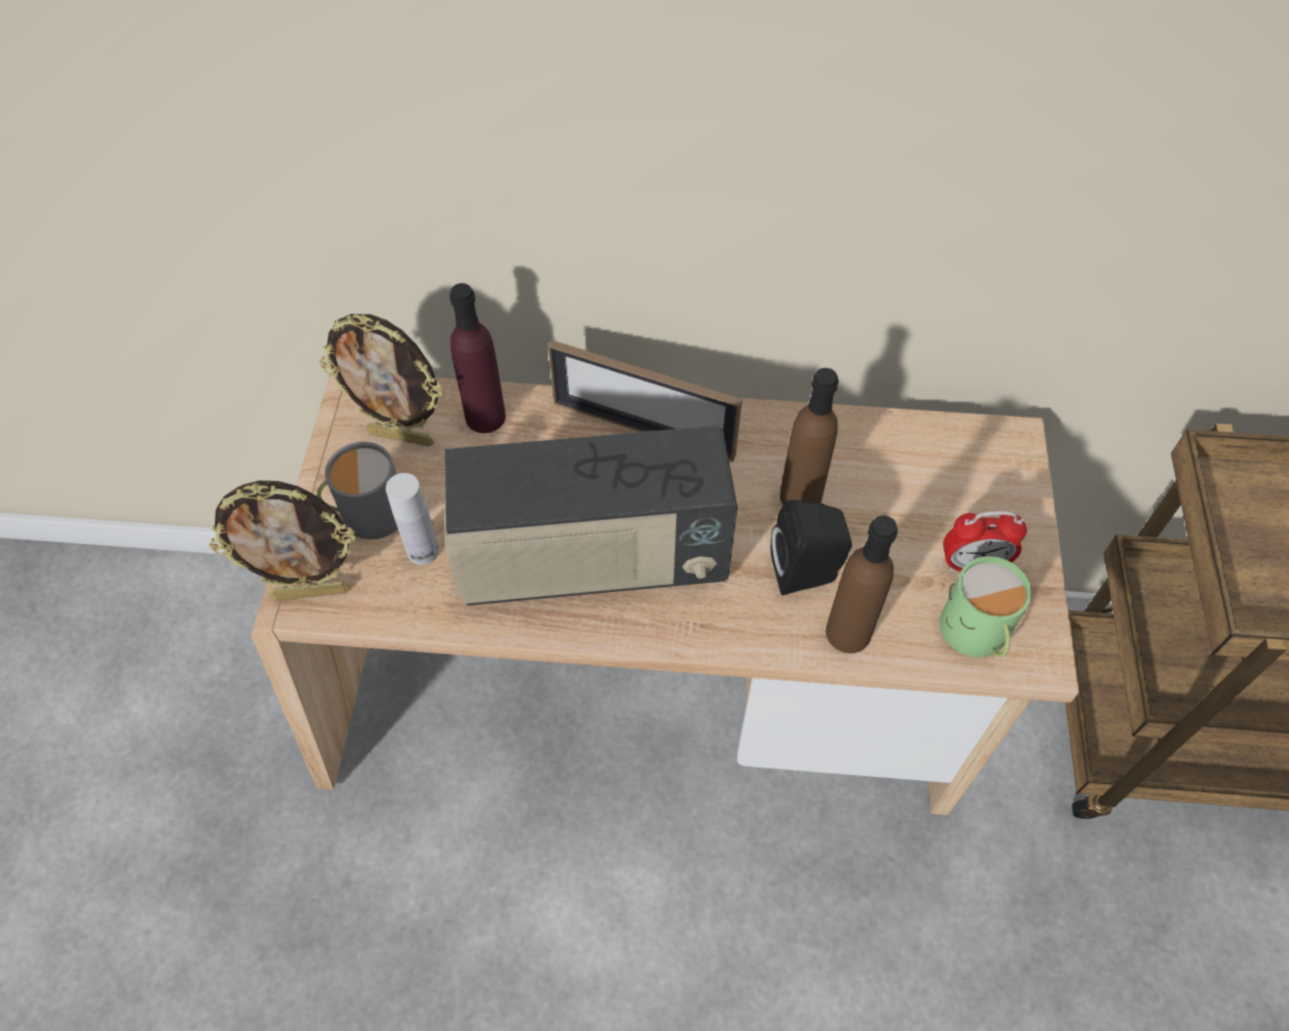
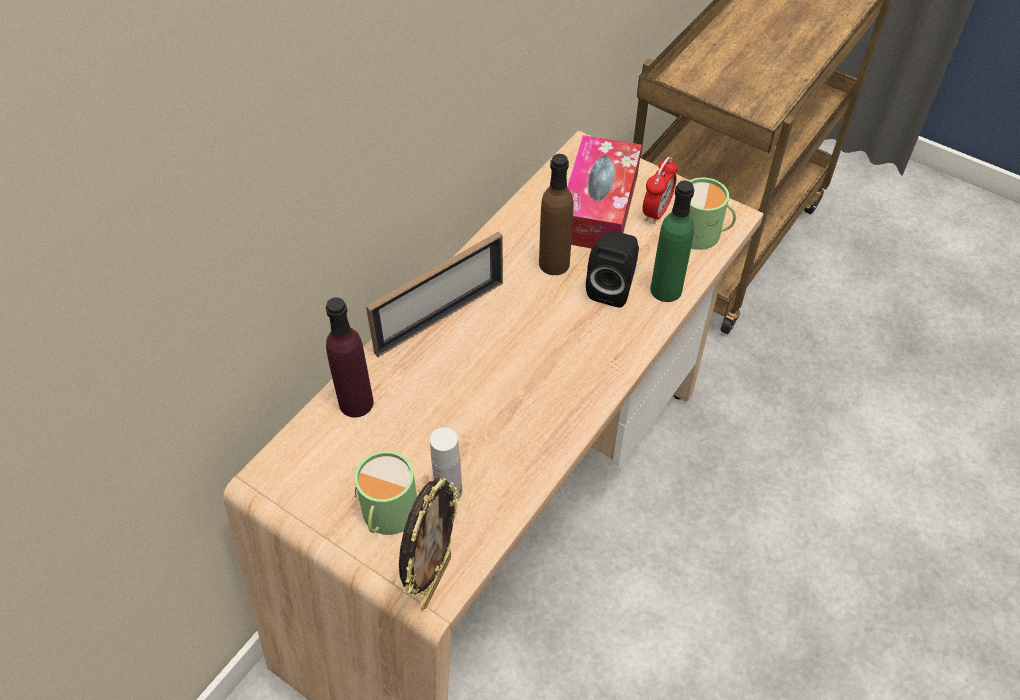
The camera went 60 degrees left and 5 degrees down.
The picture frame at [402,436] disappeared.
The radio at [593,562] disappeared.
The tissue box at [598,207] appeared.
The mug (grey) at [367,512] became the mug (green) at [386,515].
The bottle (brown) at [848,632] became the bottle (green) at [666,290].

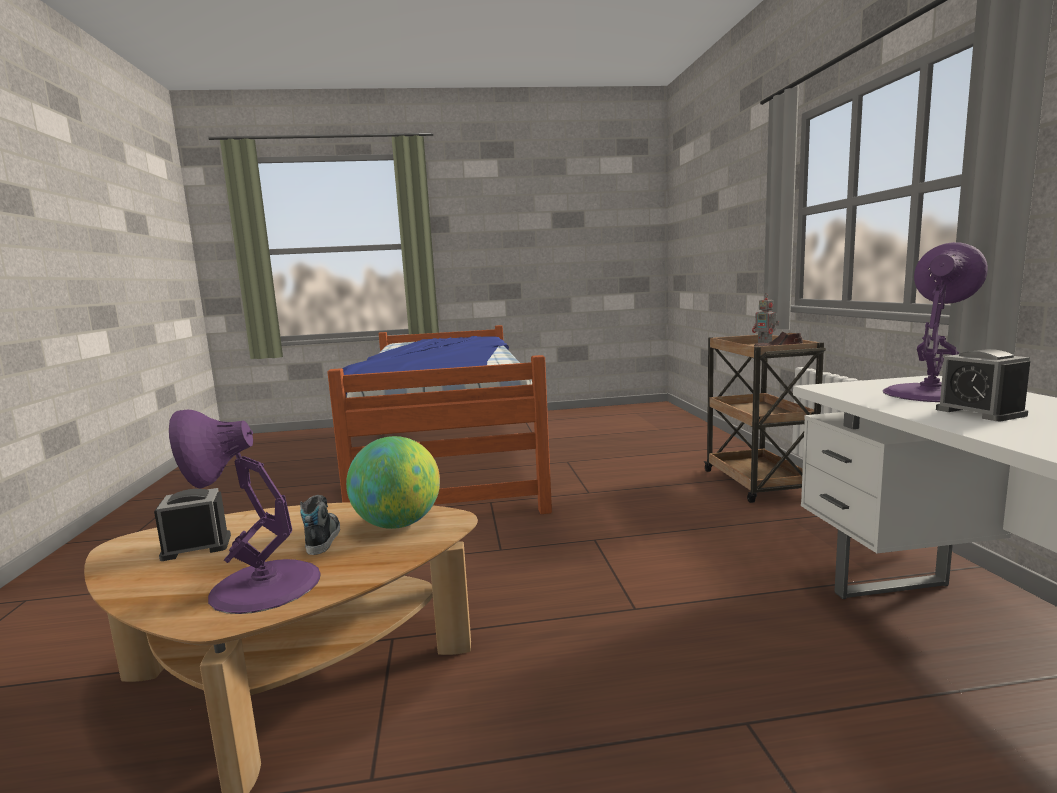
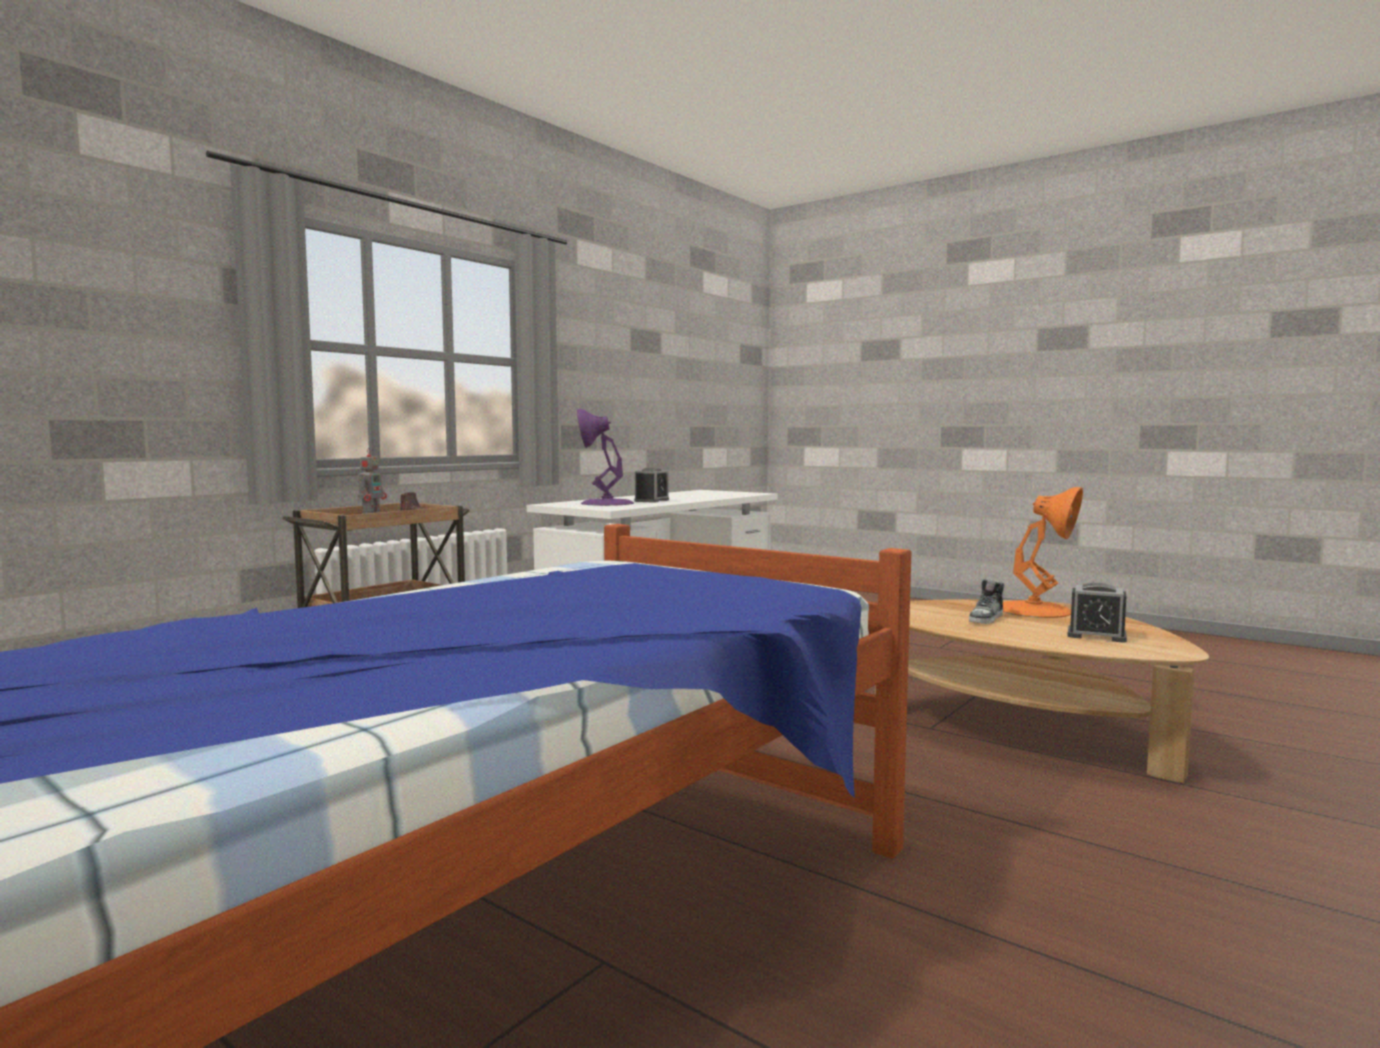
The camera went 135 degrees left and 5 degrees down.
The globe at [398,524] disappeared.
The table lamp (purple) at [263,586] became the table lamp (orange) at [1035,610].

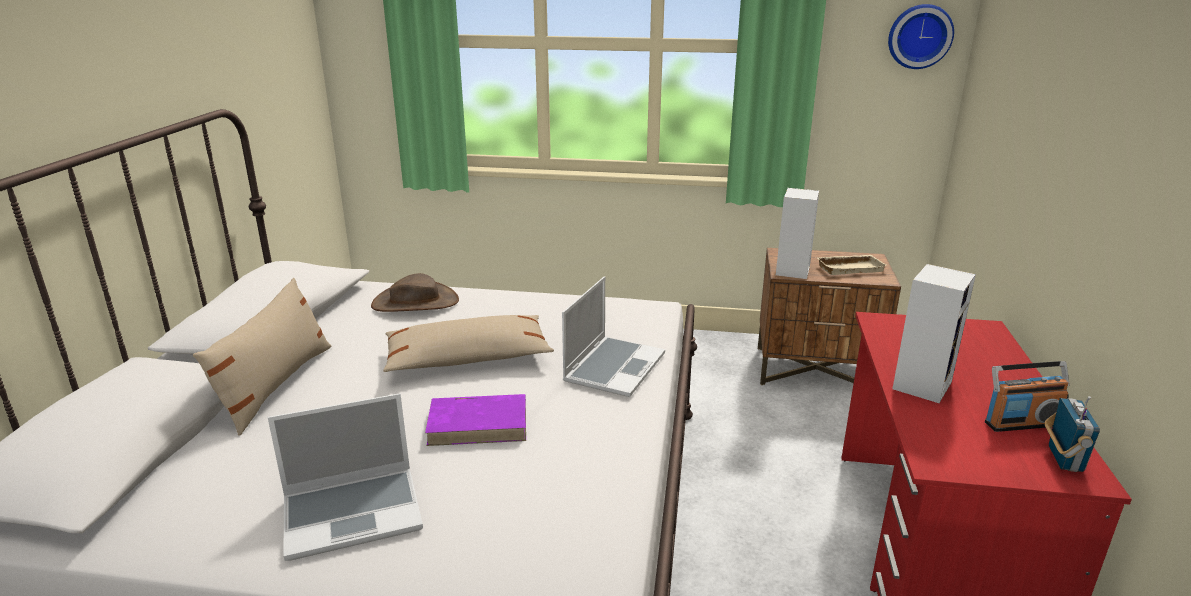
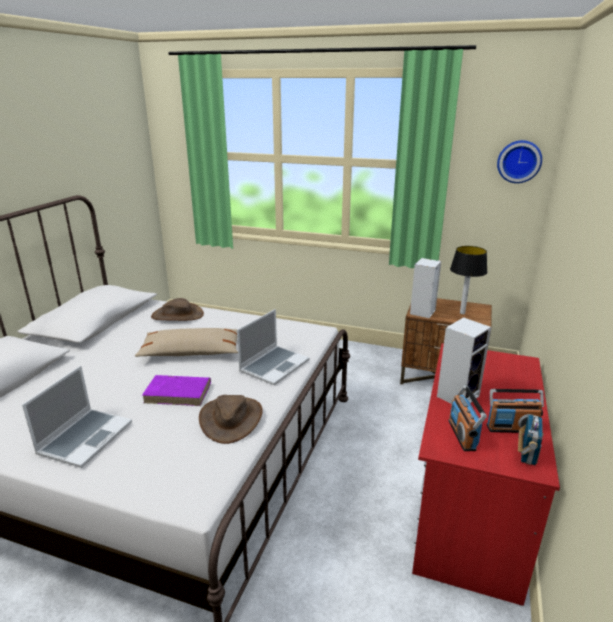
The camera went 10 degrees right and 0 degrees up.
The pillow (beige) at [276,385] disappeared.
The hat (brown) at [231,419] appeared.
The radio at [462,435] appeared.
The tray (beige) at [849,268] was replaced by the table lamp at [462,313].
The laptop at [354,513] turned 60 degrees counterclockwise.

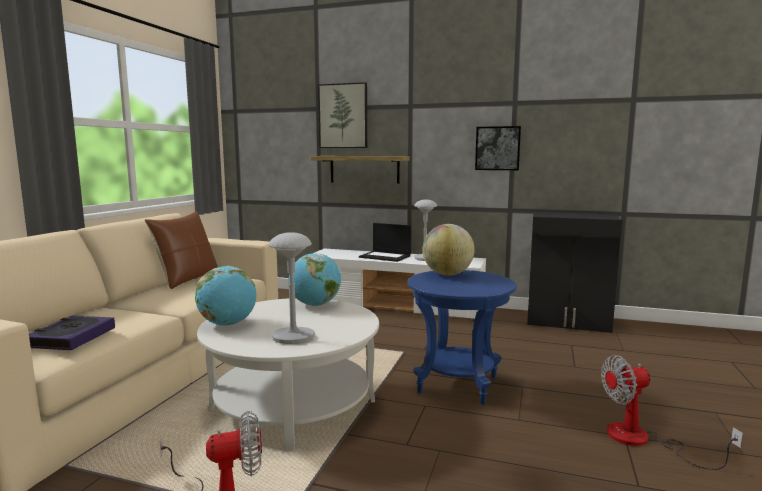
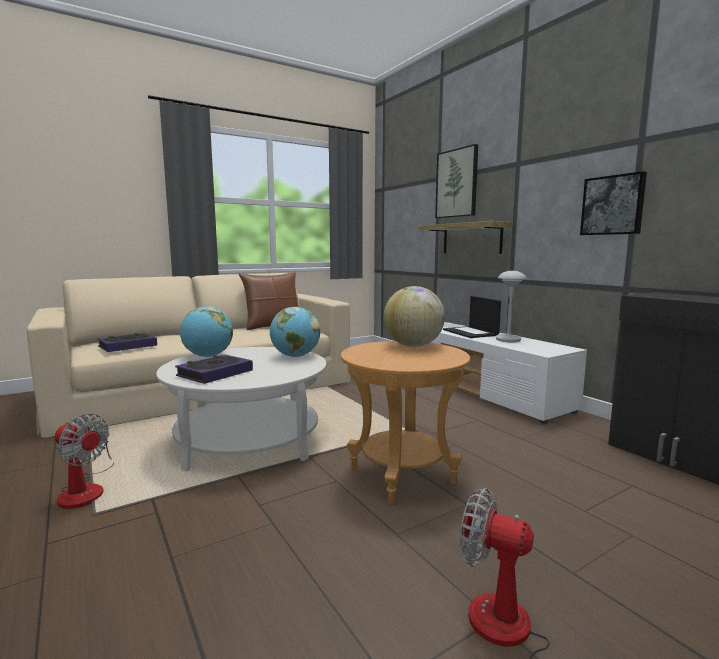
The camera went 40 degrees right and 0 degrees up.
The table lamp (grey) at [293,337] was replaced by the book at [215,373].
The side table (blue) at [458,384] became the side table (brown) at [402,475].

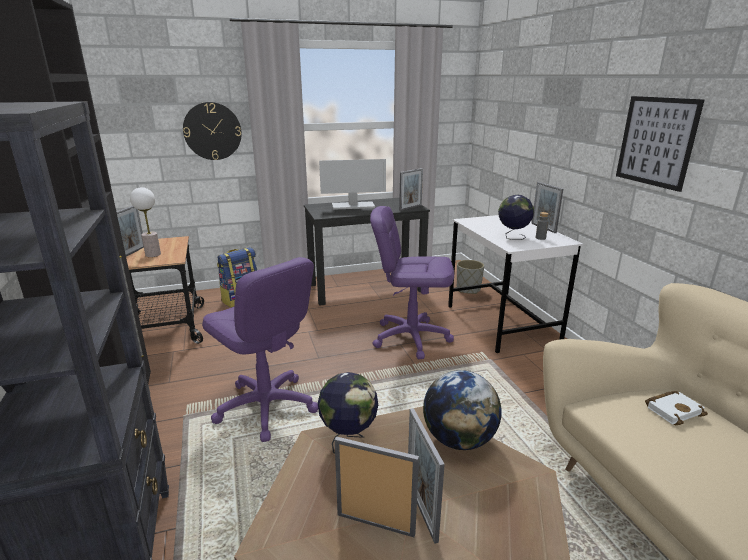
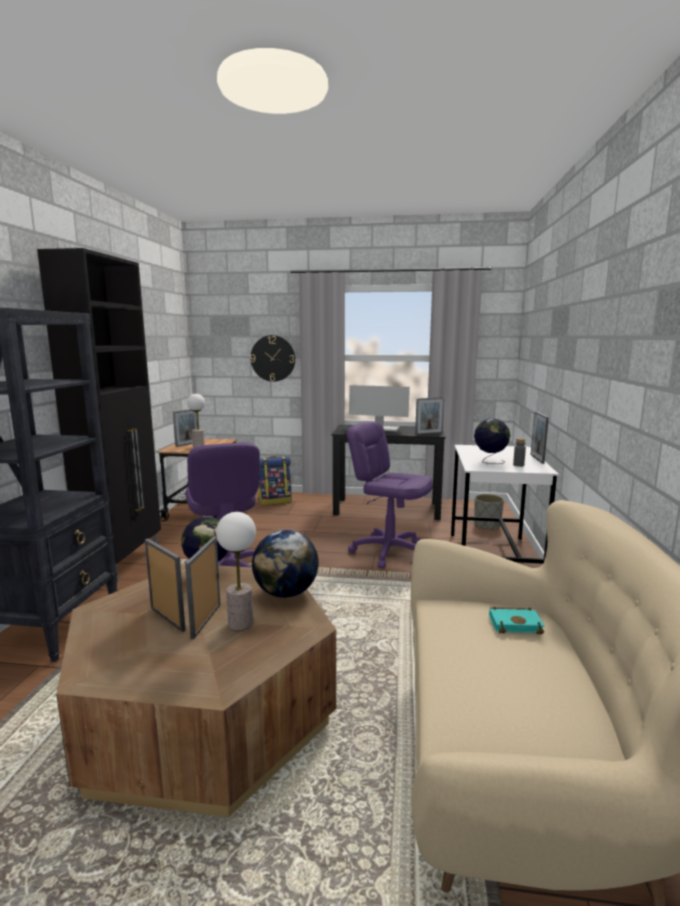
The camera went 25 degrees right and 10 degrees down.
The picture at [656,141] disappeared.
The table lamp at [240,623] appeared.
The book (white) at [673,409] became the book (turquoise) at [516,623].

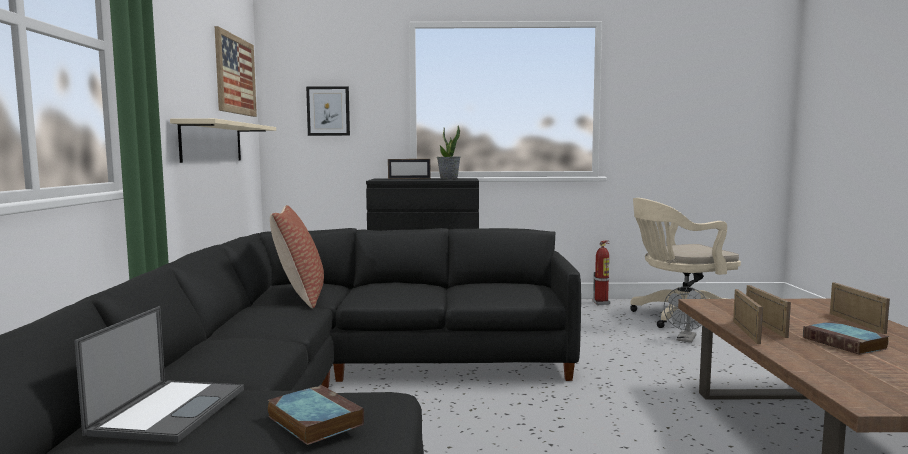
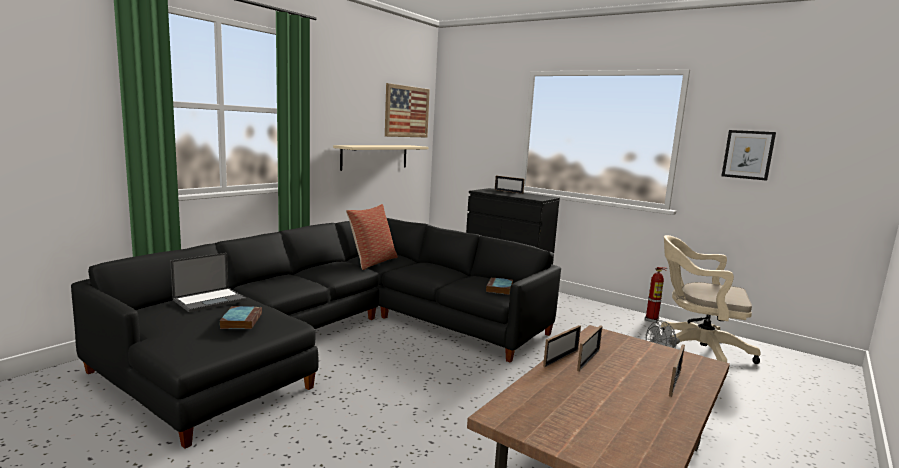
The camera went 35 degrees right and 5 degrees up.
The potted plant at [448,178] disappeared.
The picture moved from [328,111] to [748,154].
The book moved from [846,343] to [499,289].

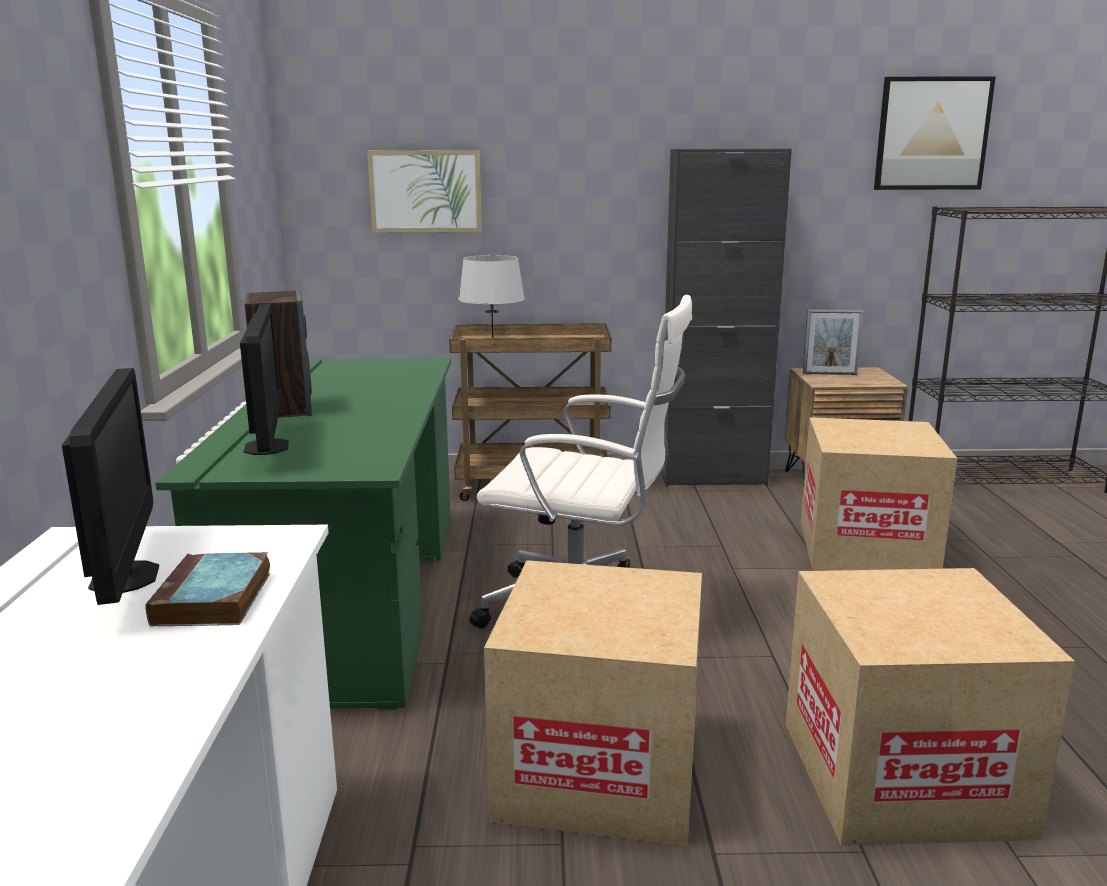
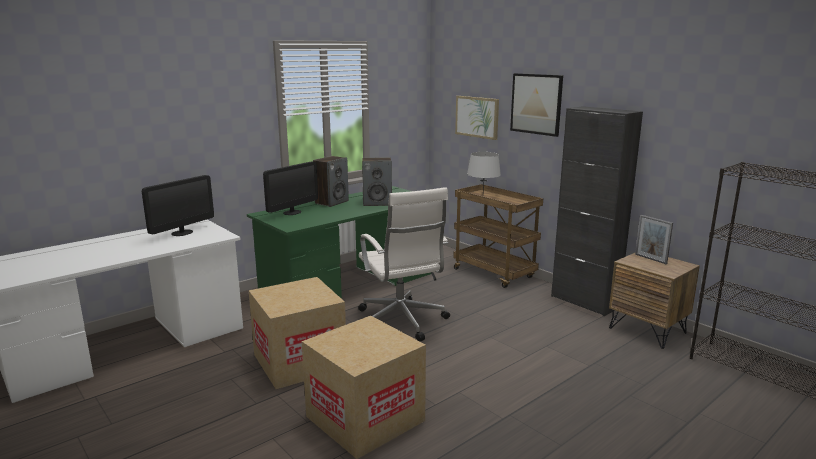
The camera went 50 degrees right and 0 degrees up.
The book at [213,599] disappeared.
The cardboard box at [866,548] disappeared.
The speaker at [377,203] appeared.
The picture moved from [932,134] to [536,104].

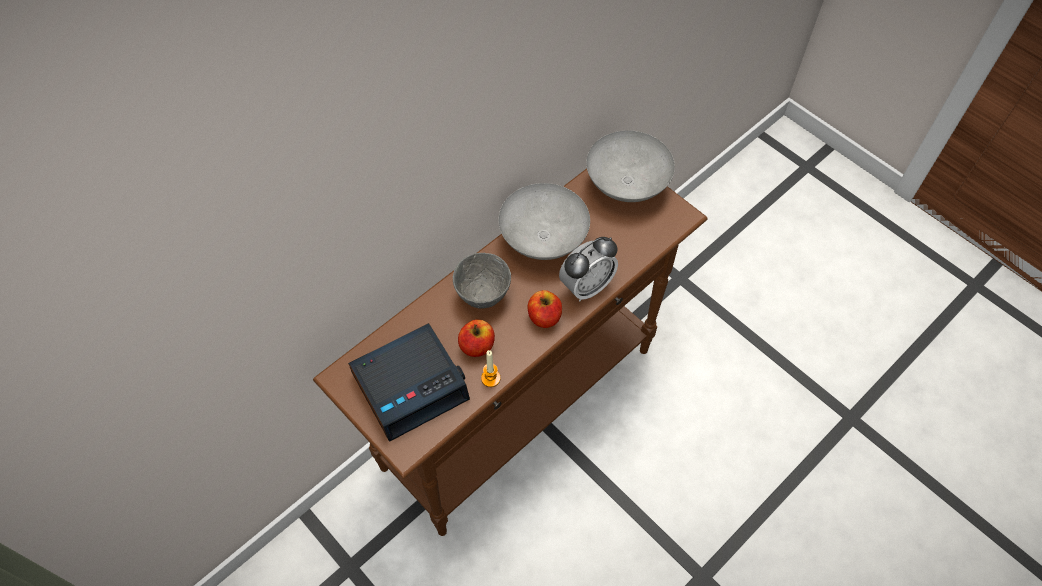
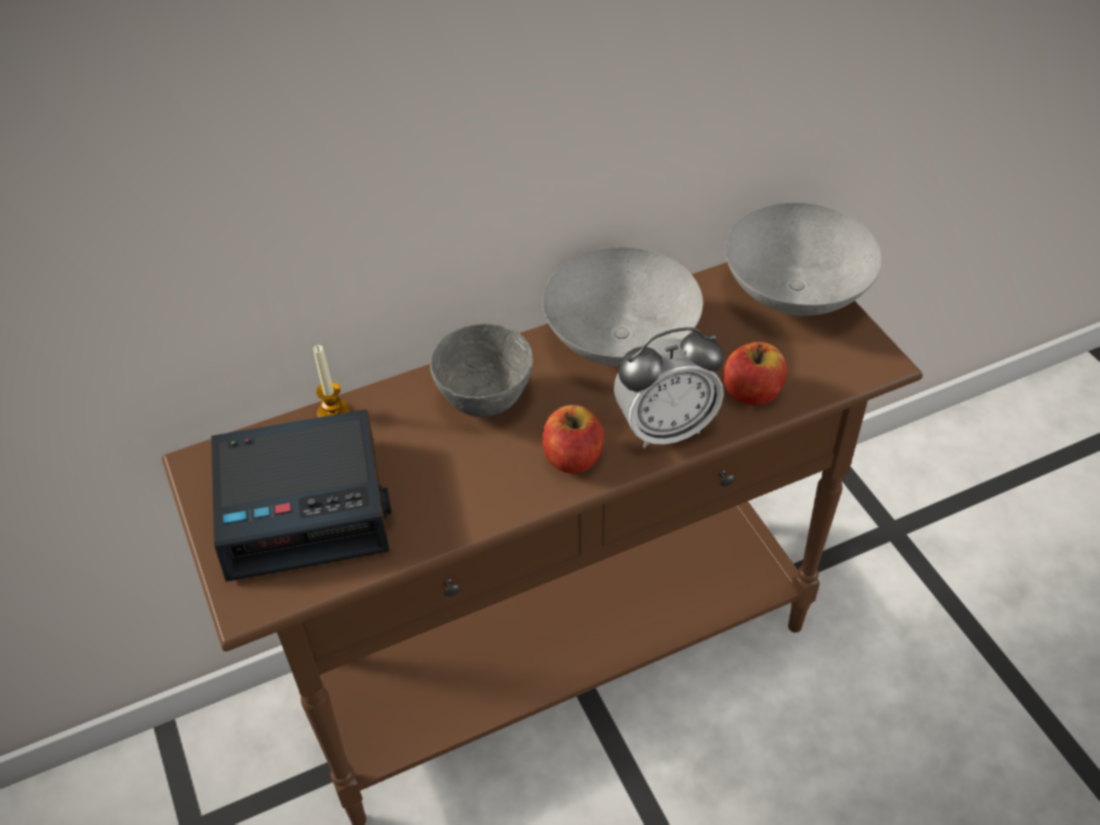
The camera went 20 degrees right and 10 degrees down.
The apple moved from [477,346] to [752,392].
The candle moved from [490,378] to [333,412].

